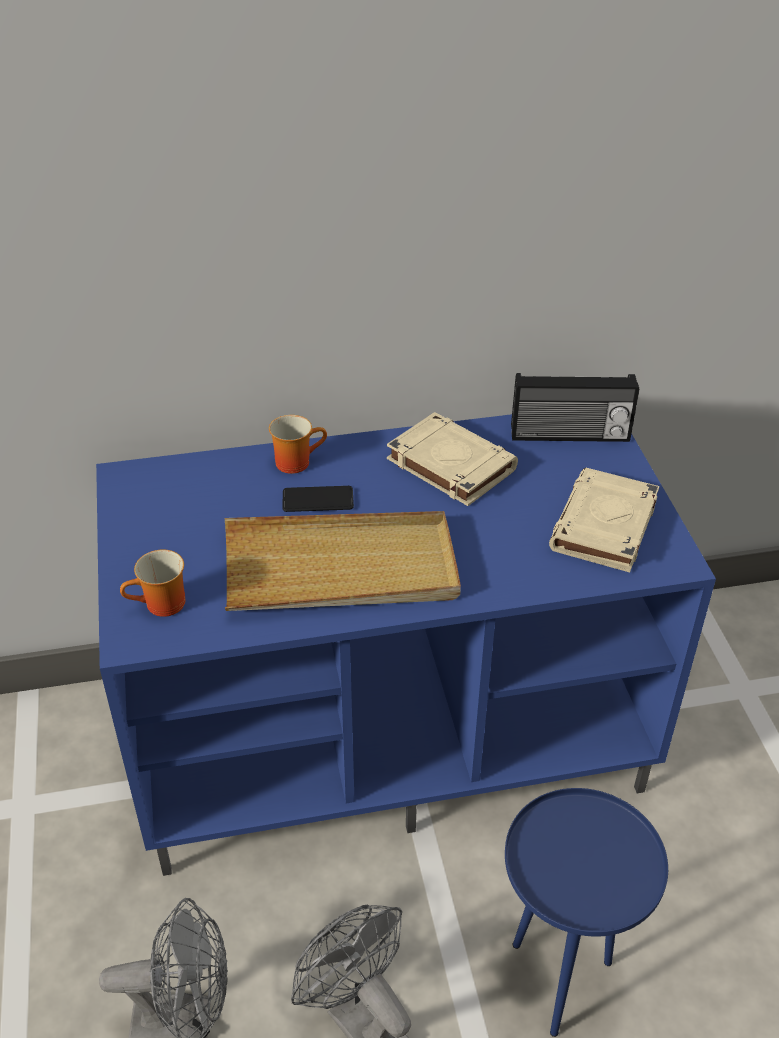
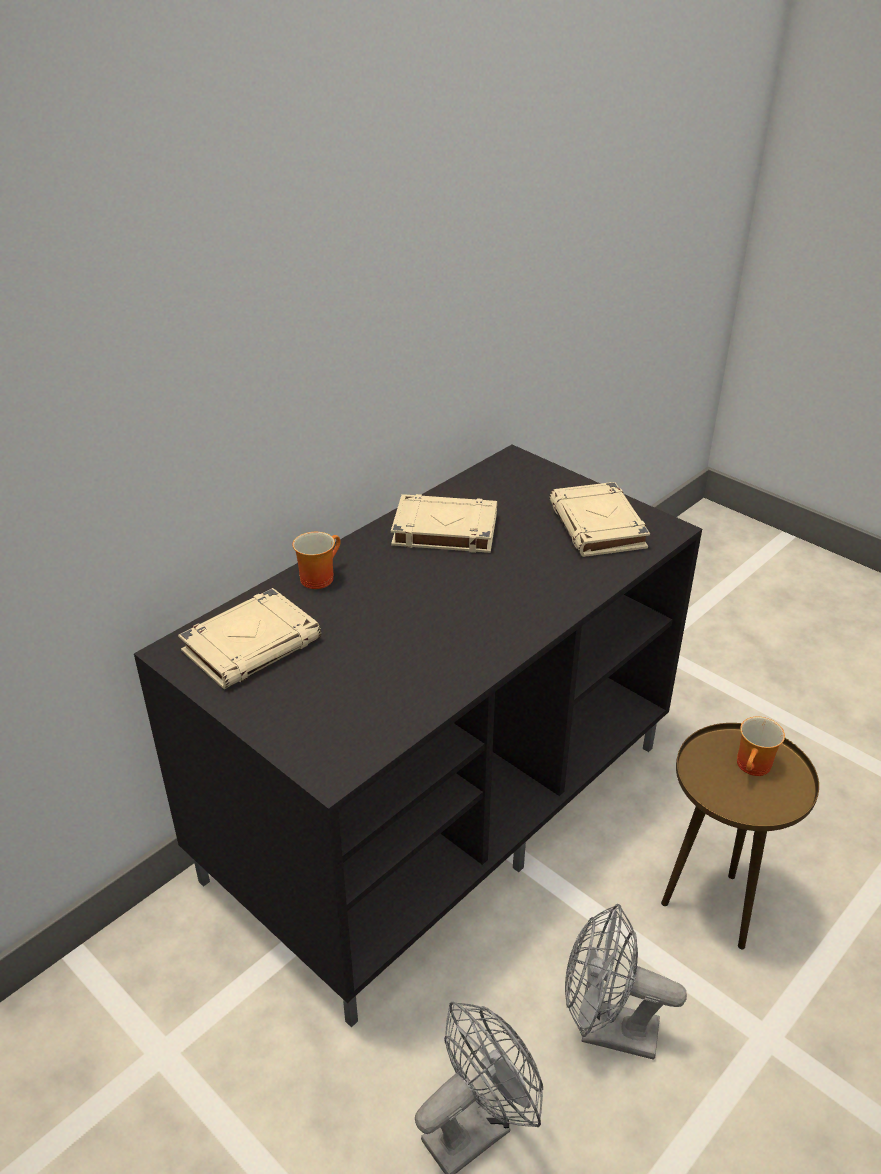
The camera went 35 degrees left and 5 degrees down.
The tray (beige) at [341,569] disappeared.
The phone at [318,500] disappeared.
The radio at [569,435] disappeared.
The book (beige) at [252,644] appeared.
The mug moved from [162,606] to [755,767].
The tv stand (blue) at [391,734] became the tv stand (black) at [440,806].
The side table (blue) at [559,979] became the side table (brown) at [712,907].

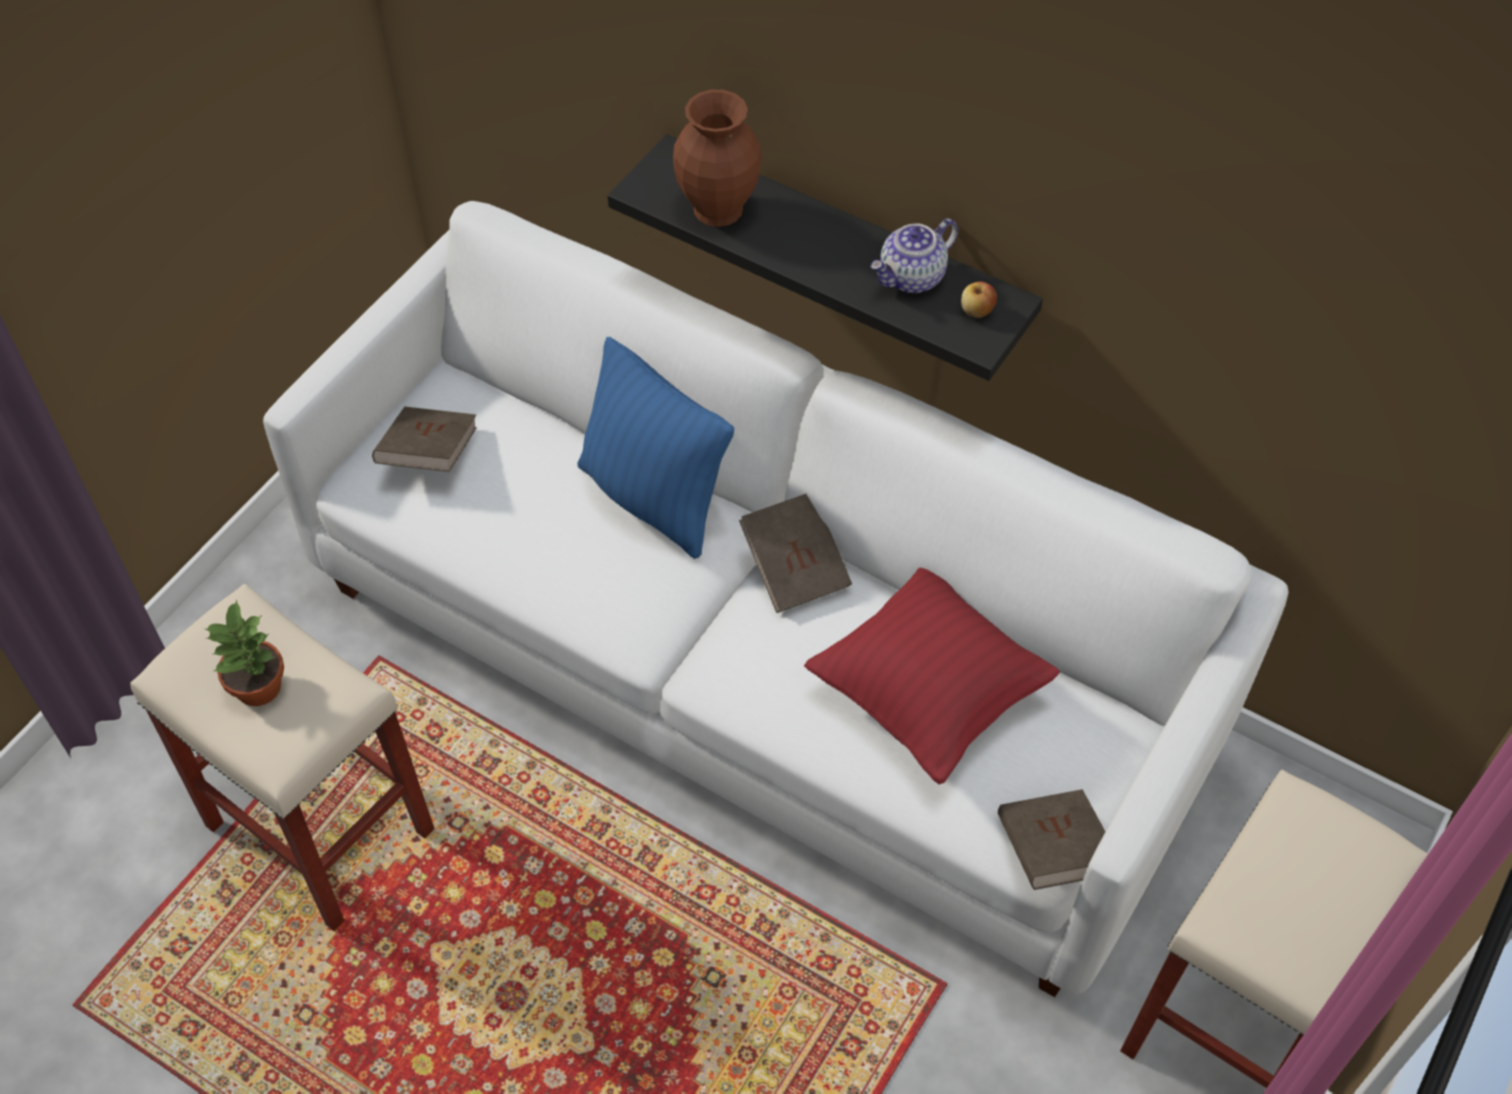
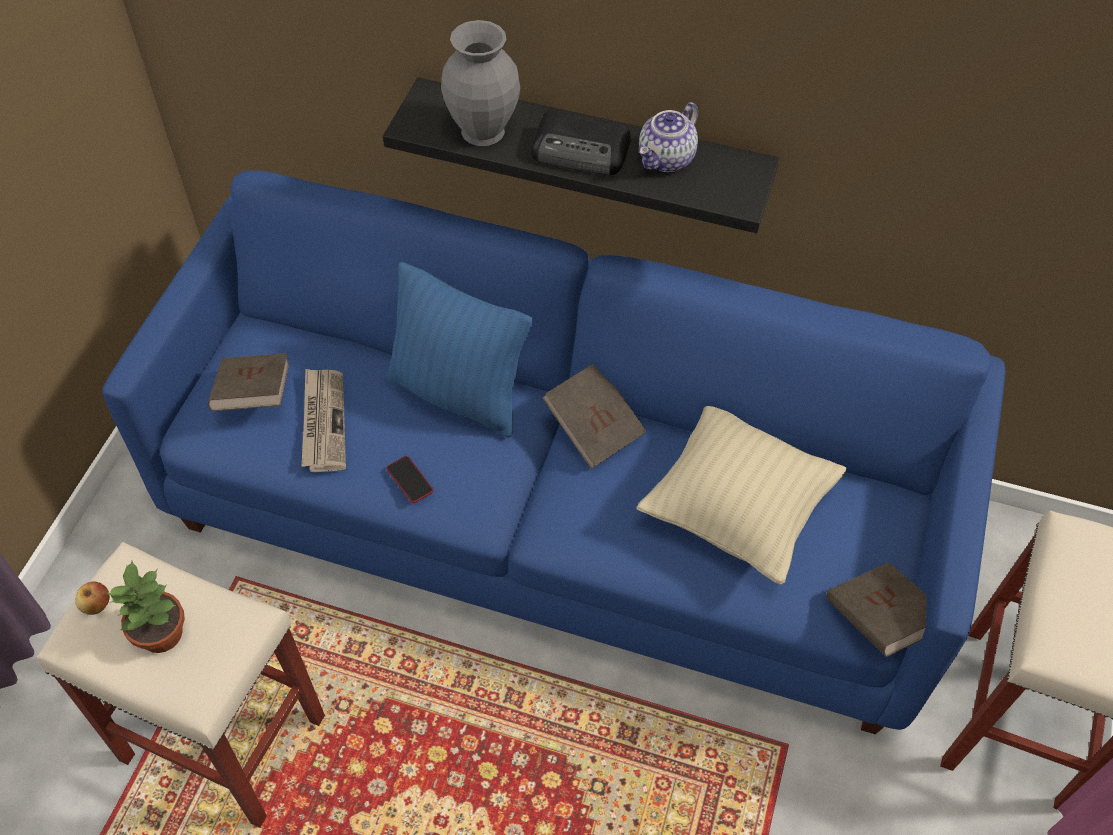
The camera went 15 degrees left and 0 degrees up.
The newspaper at [323,421] appeared.
The phone at [409,480] appeared.
The radio at [582,151] appeared.
The apple moved from [977,311] to [97,605].
The sofa (white) at [757,662] became the sofa (blue) at [556,513].
The vase (brown) at [719,210] became the vase (grey) at [484,131].
The pillow (red) at [928,696] became the pillow (beige) at [737,512].

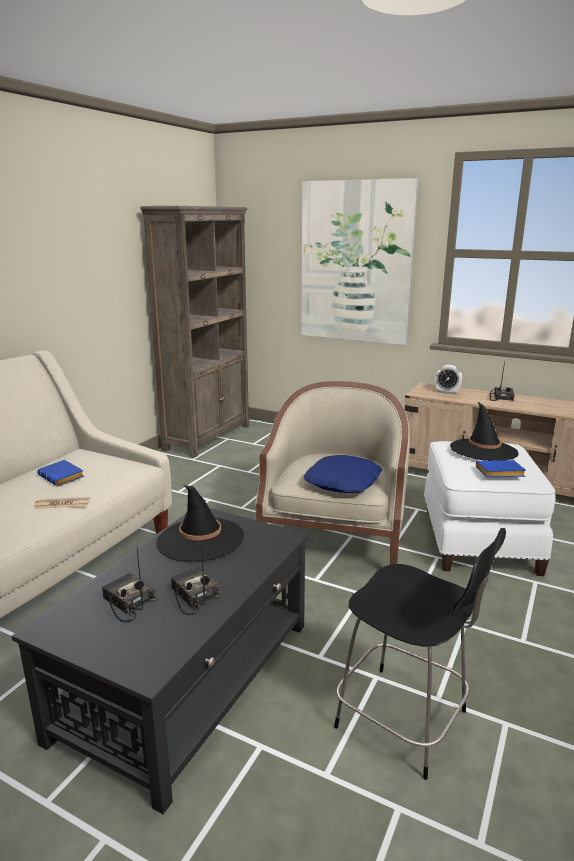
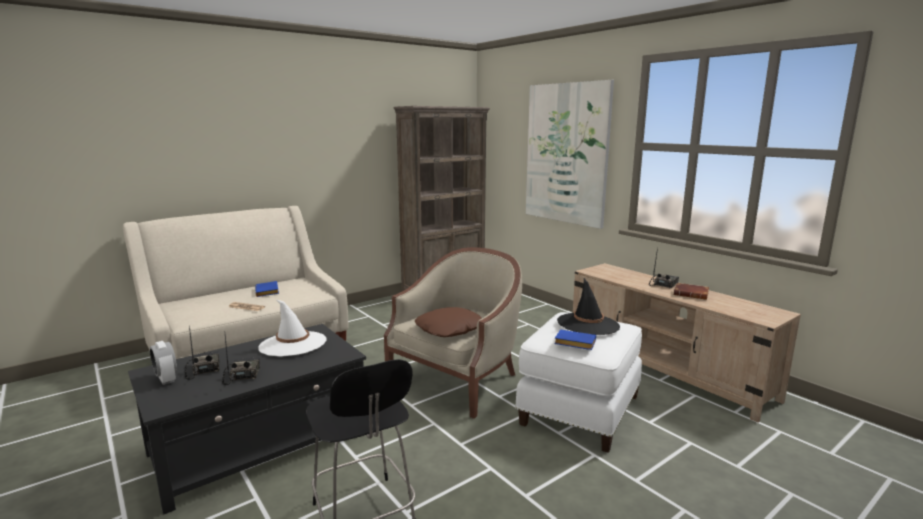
The camera went 25 degrees right and 5 degrees down.
The book (brown) at [692,294] appeared.
The alarm clock moved from [447,392] to [166,379].
The hat (black) at [200,540] became the hat (white) at [293,344].
The pillow (blue) at [343,482] became the pillow (brown) at [449,329].

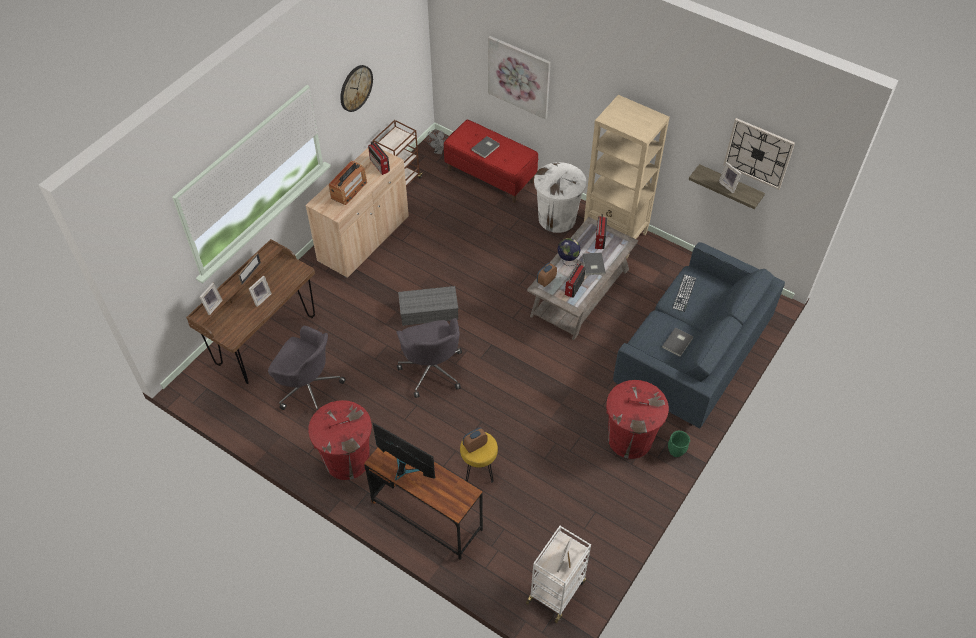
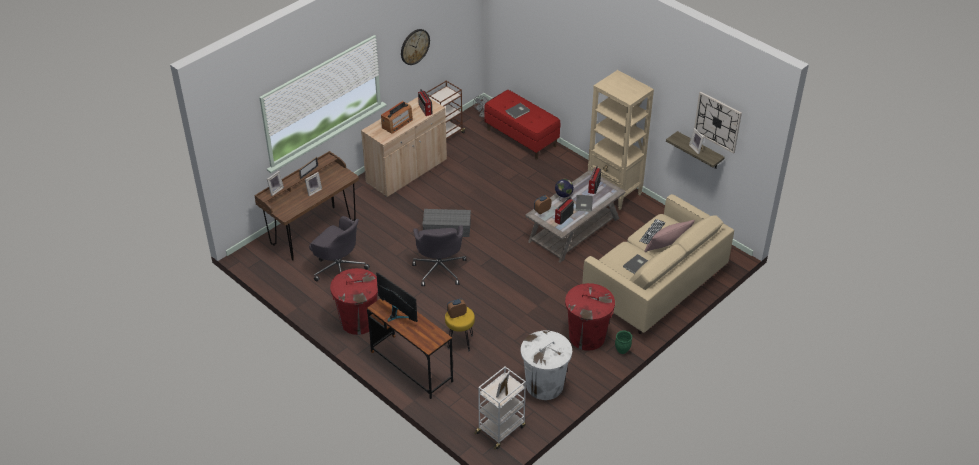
The camera went 10 degrees right and 10 degrees down.
The picture at [519,77] disappeared.
The pillow (pink) at [667,244] appeared.
The trash can (white) moved from [557,218] to [545,385].
The sofa (blue) at [690,356] became the sofa (beige) at [653,286].

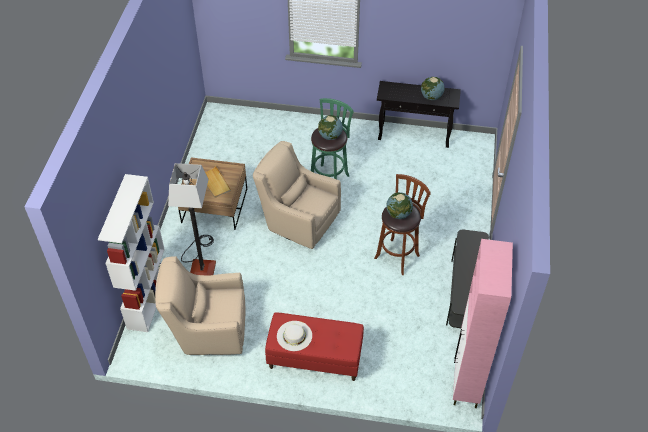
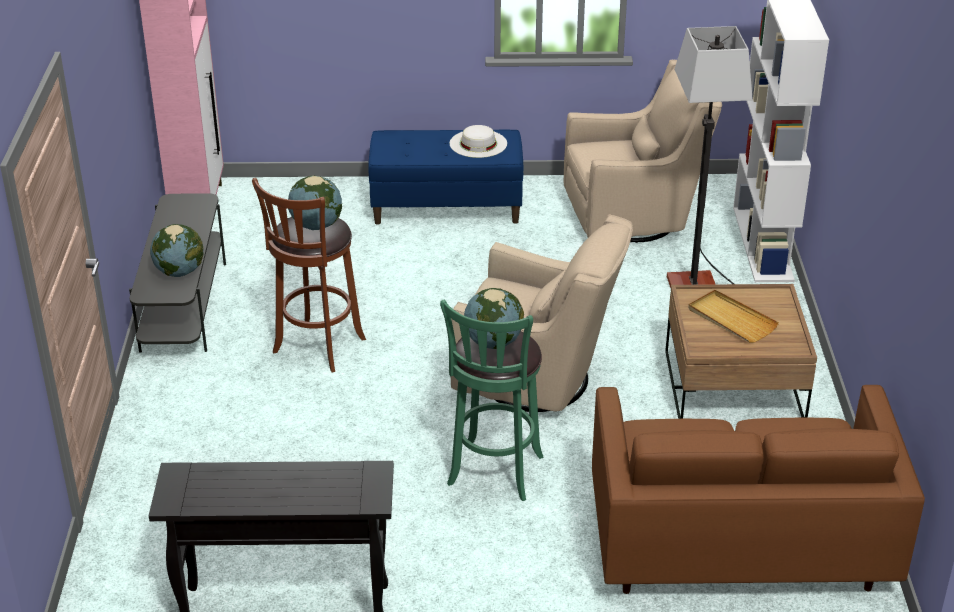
The camera went 170 degrees right and 15 degrees down.
The sofa (brown) at [737,542] appeared.
The globe moved from [431,97] to [179,272].
The bench (red) at [314,358] became the bench (blue) at [447,207].

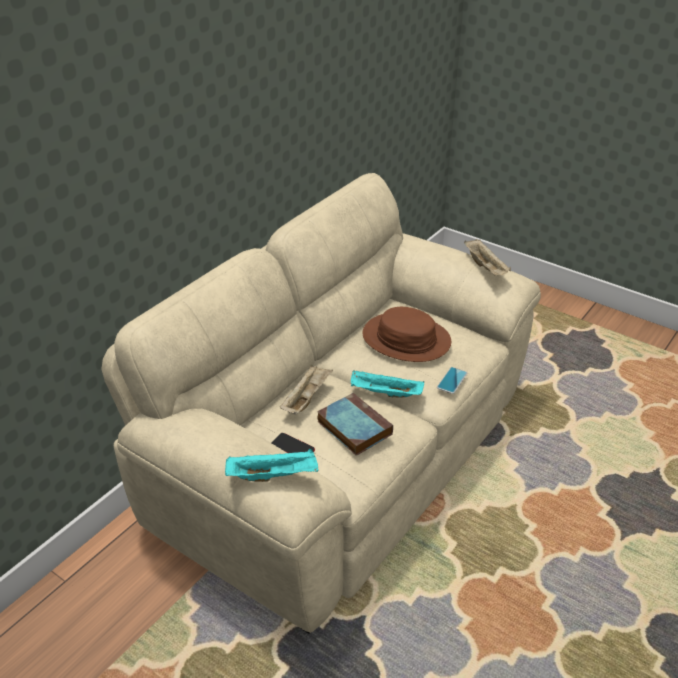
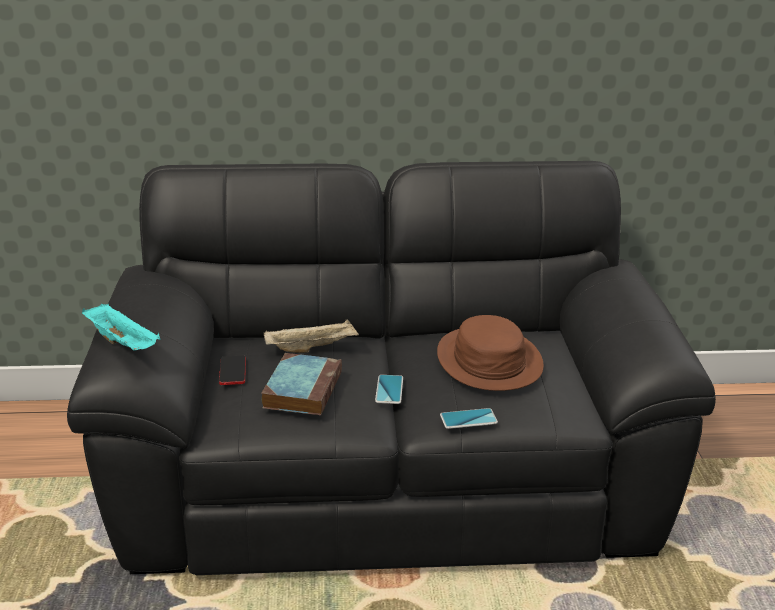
The camera went 50 degrees right and 10 degrees down.
The tray (beige) at [486,267] disappeared.
The tray (turquoise) at [385,393] was replaced by the phone at [389,390].
The sofa (beige) at [339,455] became the sofa (black) at [386,477].

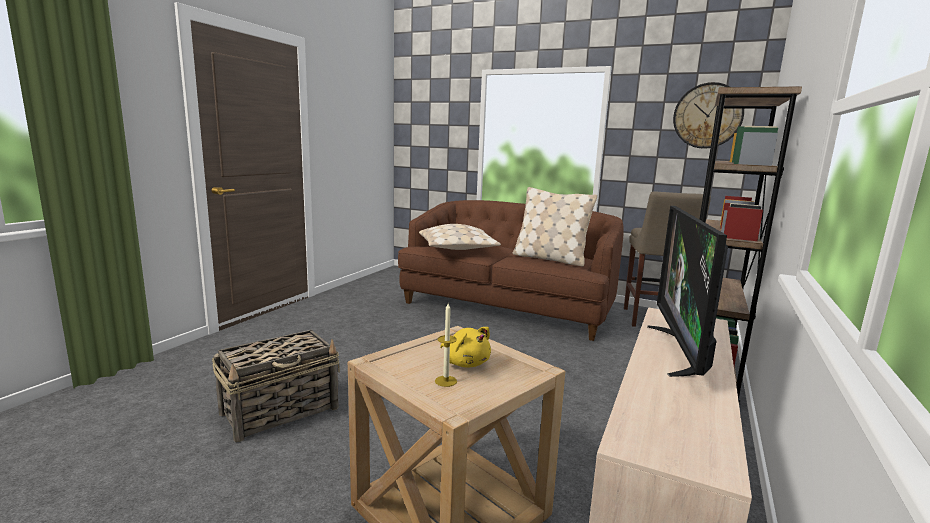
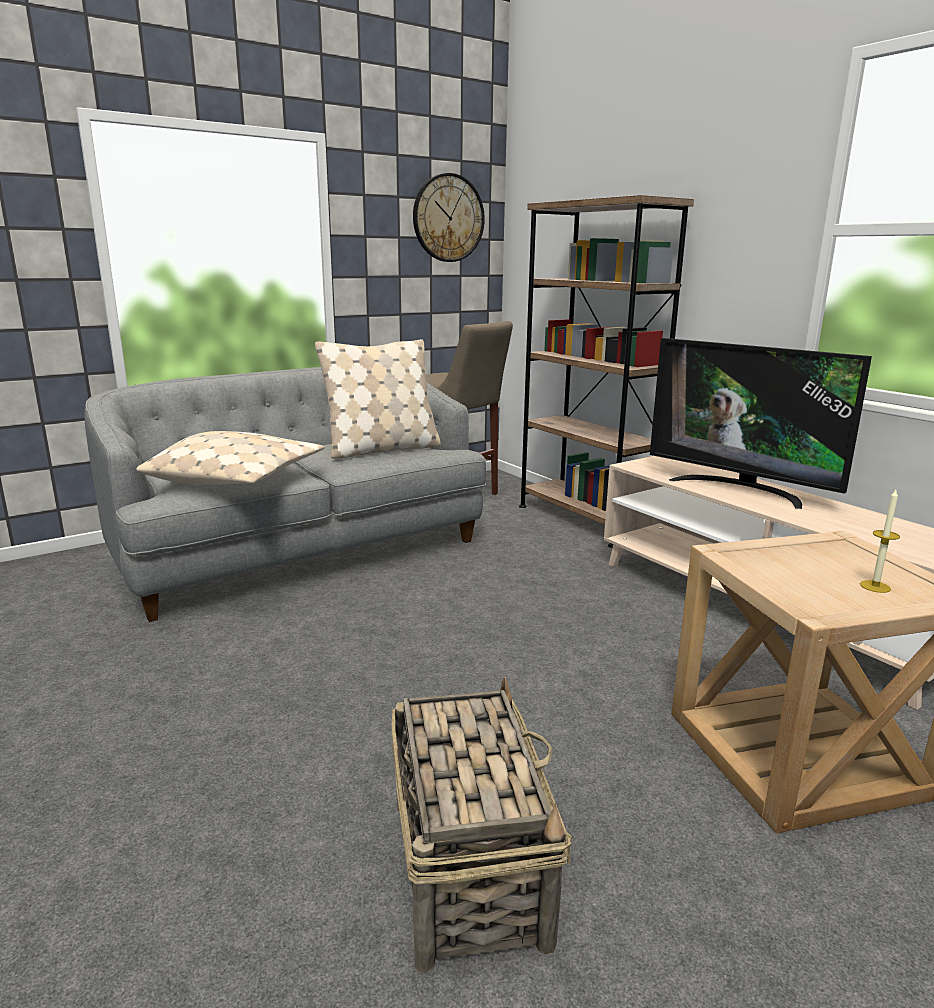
The camera went 60 degrees left and 5 degrees up.
The plush toy (yellow) at [465,363] disappeared.
The sofa (brown) at [508,307] became the sofa (grey) at [300,551].

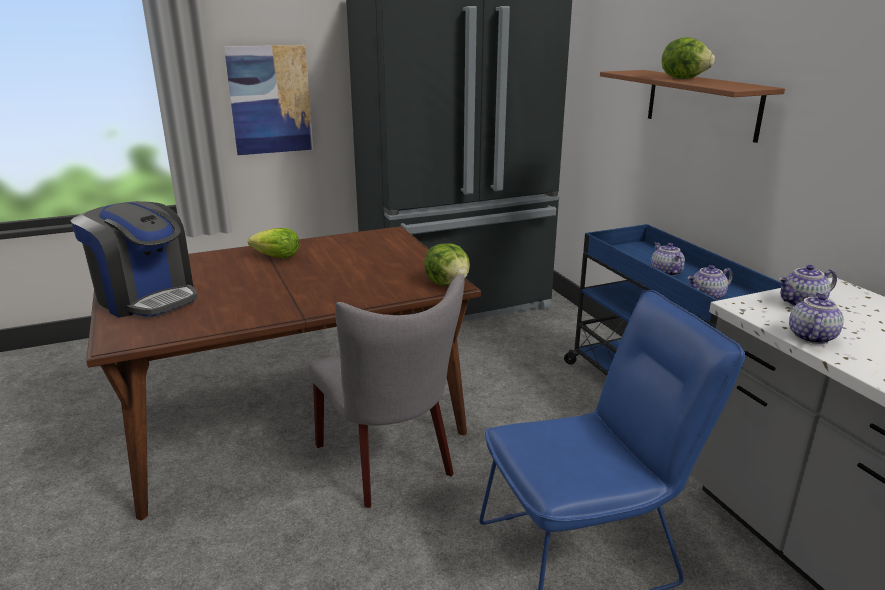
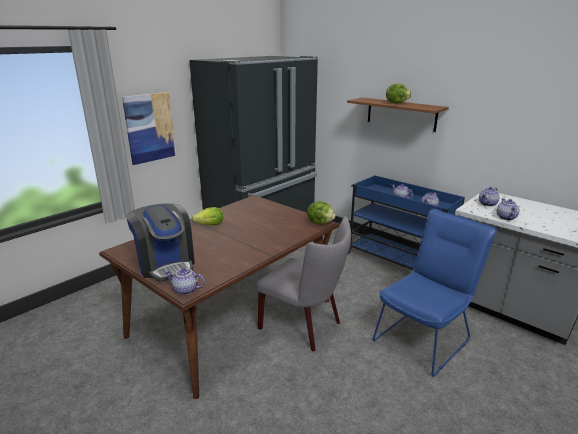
The camera went 25 degrees left and 0 degrees up.
The teapot at [185,290] appeared.
The coffee machine at [146,298] turned 45 degrees clockwise.

